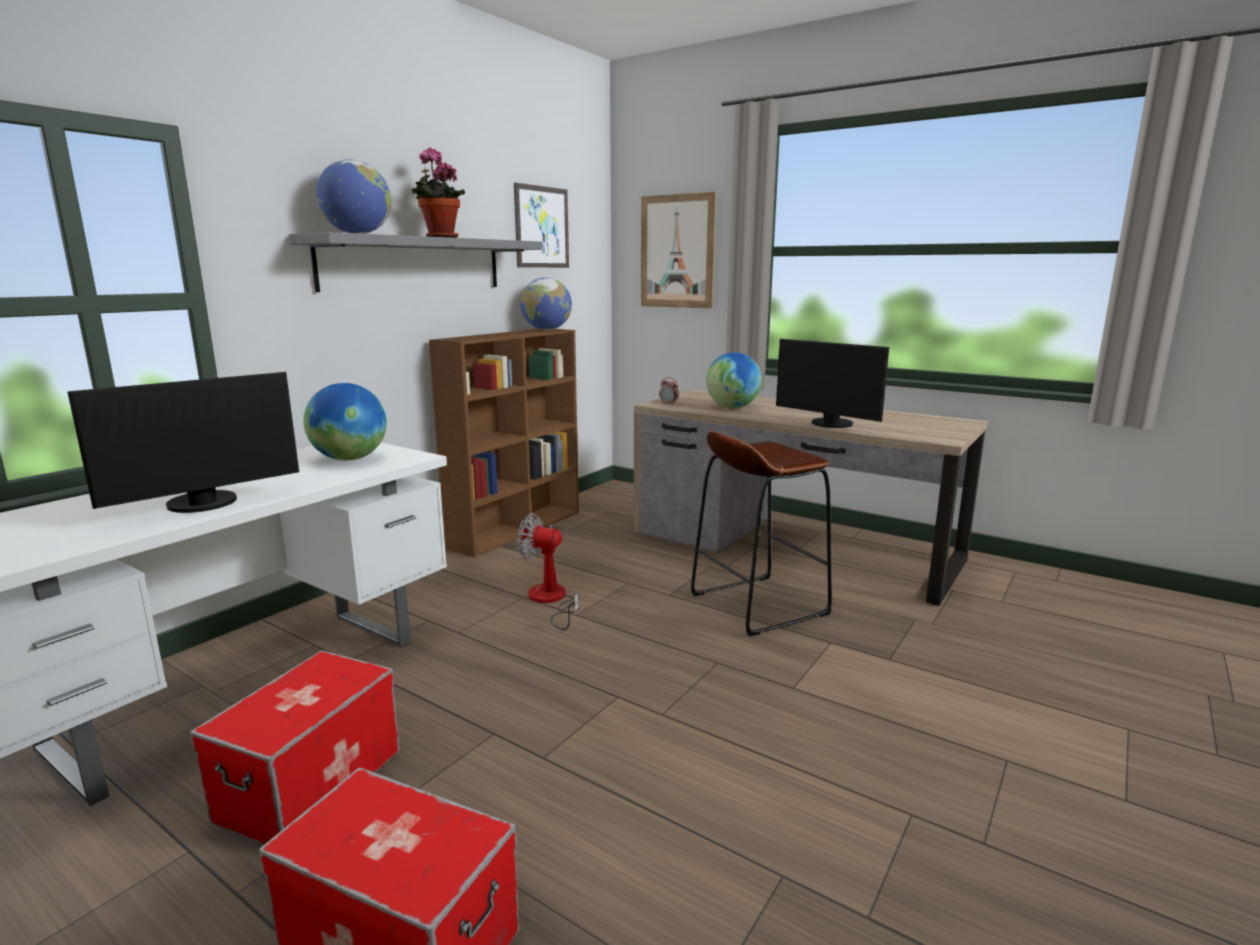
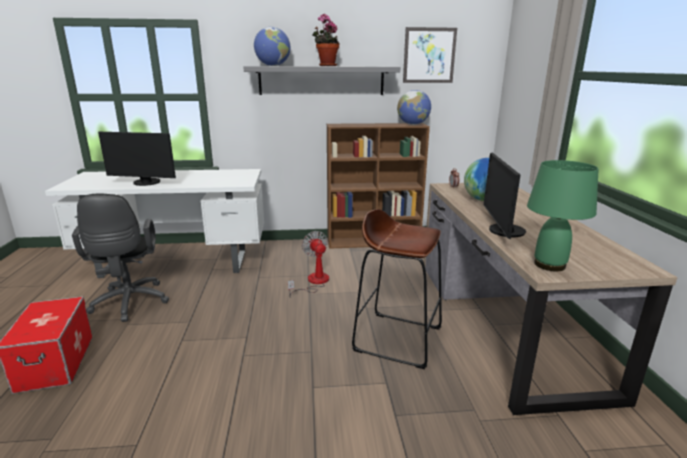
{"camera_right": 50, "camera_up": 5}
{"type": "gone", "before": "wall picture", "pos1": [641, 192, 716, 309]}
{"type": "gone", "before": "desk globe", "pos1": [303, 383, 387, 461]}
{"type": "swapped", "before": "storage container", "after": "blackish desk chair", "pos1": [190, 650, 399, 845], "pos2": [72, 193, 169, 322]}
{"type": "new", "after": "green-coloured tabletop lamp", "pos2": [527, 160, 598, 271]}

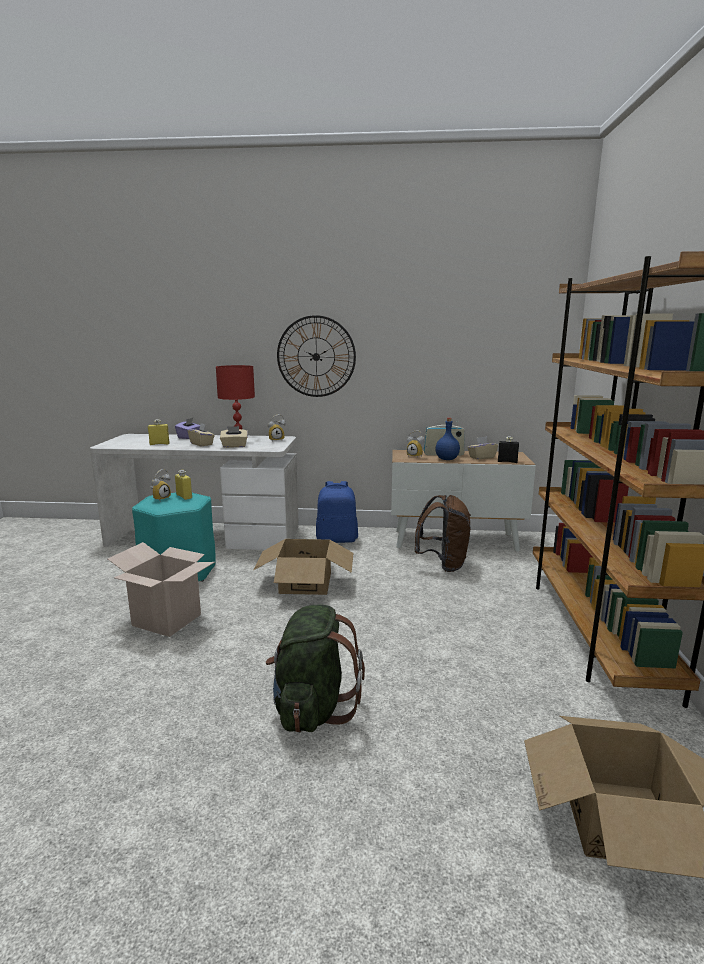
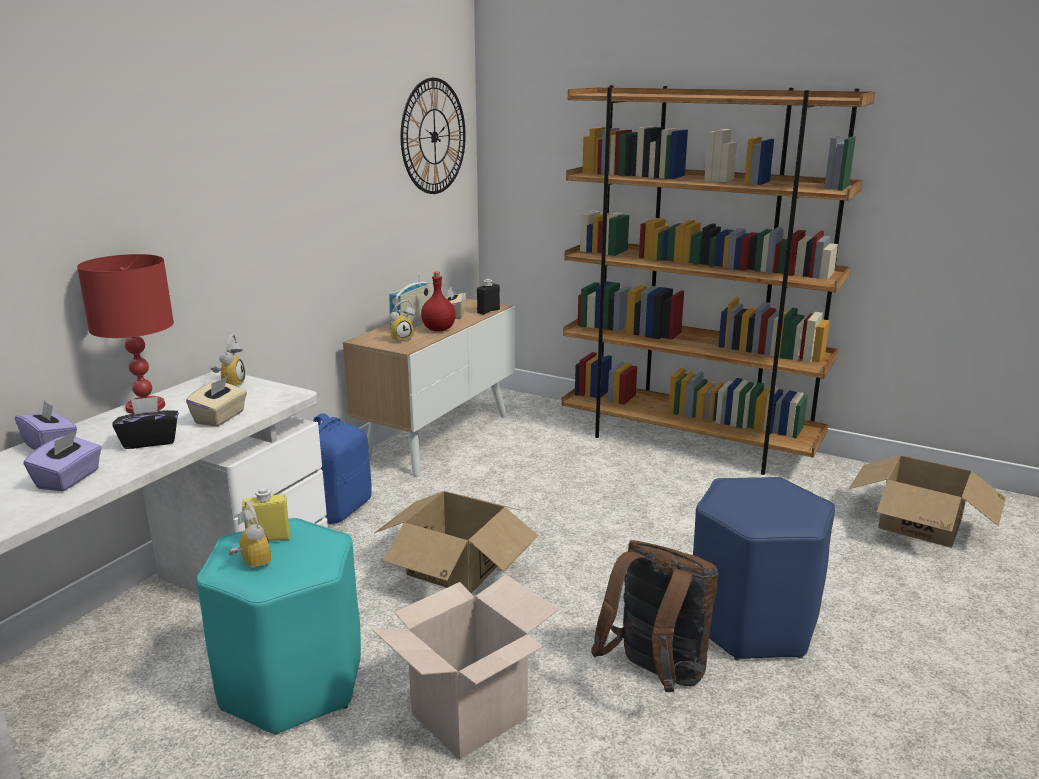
{"camera_right": -65, "camera_up": 5}
{"type": "shifted", "before": "hanging clock", "pos1": [277, 315, 356, 397], "pos2": [400, 78, 466, 194]}
{"type": "repainted", "before": "blue-coloured beverage bottle", "after": "red beverage bottle", "pos1": [435, 418, 460, 460], "pos2": [421, 271, 456, 331]}
{"type": "swapped", "before": "yellowish beverage bottle", "after": "purple-coloured box of tissues", "pos1": [148, 419, 170, 445], "pos2": [24, 431, 102, 492]}
{"type": "repainted", "before": "sand-coloured box of tissues", "after": "blackish box of tissues", "pos1": [188, 424, 215, 447], "pos2": [112, 397, 178, 449]}
{"type": "shifted", "before": "brownish knapsack", "pos1": [414, 495, 471, 572], "pos2": [591, 540, 719, 692]}
{"type": "swapped", "before": "green-coloured knapsack", "after": "blue-coloured stool", "pos1": [266, 604, 365, 733], "pos2": [693, 477, 835, 660]}

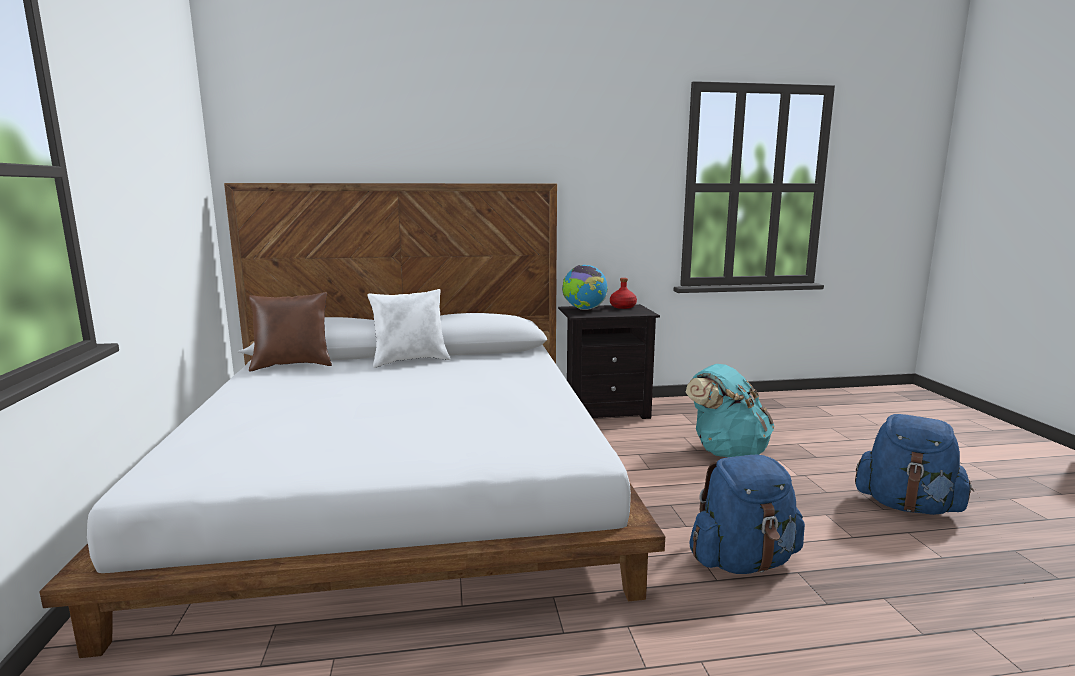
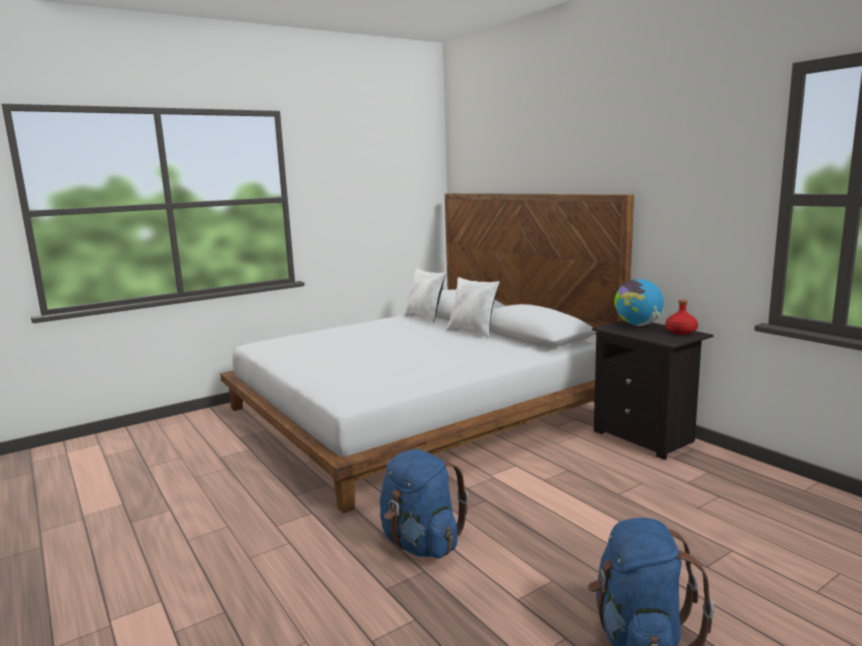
{"camera_right": 65, "camera_up": 0}
{"type": "repainted", "before": "brownish throw pillow", "after": "whitish throw pillow", "pos1": [249, 292, 332, 371], "pos2": [404, 268, 446, 323]}
{"type": "gone", "before": "turquoise-coloured knapsack", "pos1": [686, 364, 774, 457]}

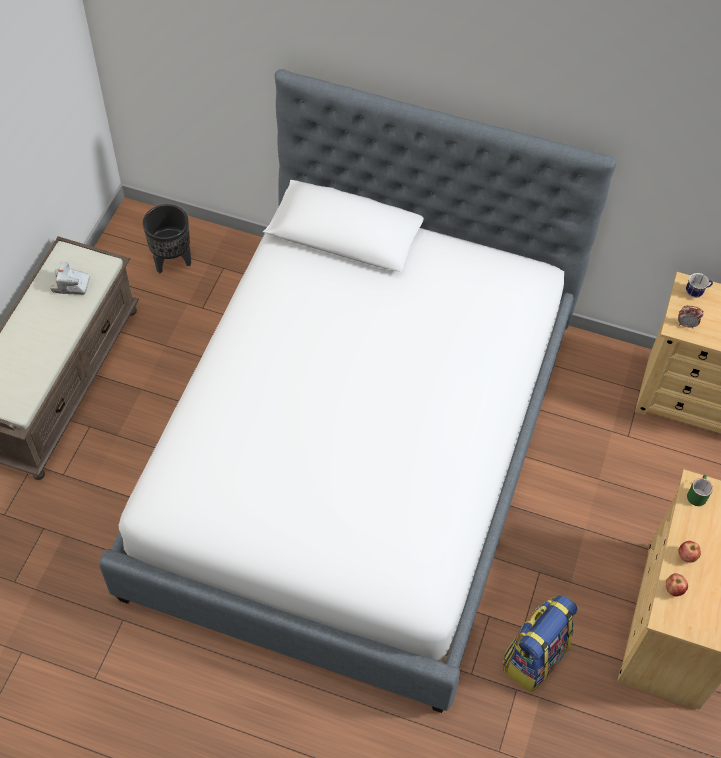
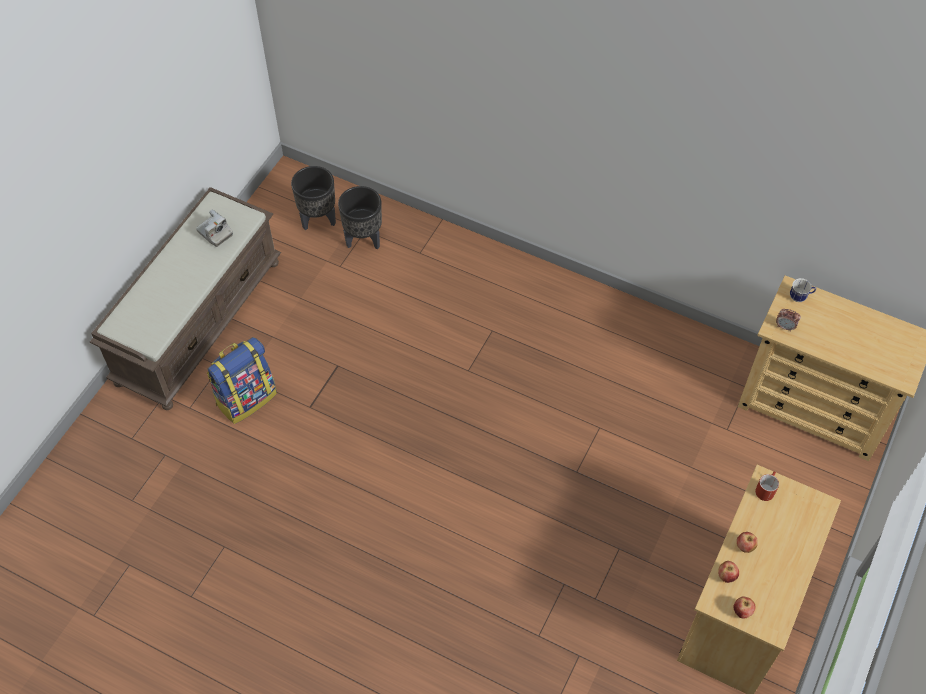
{"camera_right": 10, "camera_up": 0}
{"type": "gone", "before": "sleeping bed", "pos1": [99, 69, 616, 713]}
{"type": "rotated", "before": "photo camera", "pos1": [50, 262, 90, 295], "pos2": [196, 209, 233, 247], "turn": -150}
{"type": "repainted", "before": "green-coloured coffee mug", "after": "red coffee mug", "pos1": [687, 475, 713, 506], "pos2": [755, 471, 779, 501]}
{"type": "shifted", "before": "knapsack", "pos1": [503, 596, 577, 692], "pos2": [207, 337, 277, 424]}
{"type": "new", "after": "blackish flower pot", "pos2": [338, 186, 382, 249]}
{"type": "new", "after": "apple", "pos2": [733, 597, 756, 618]}

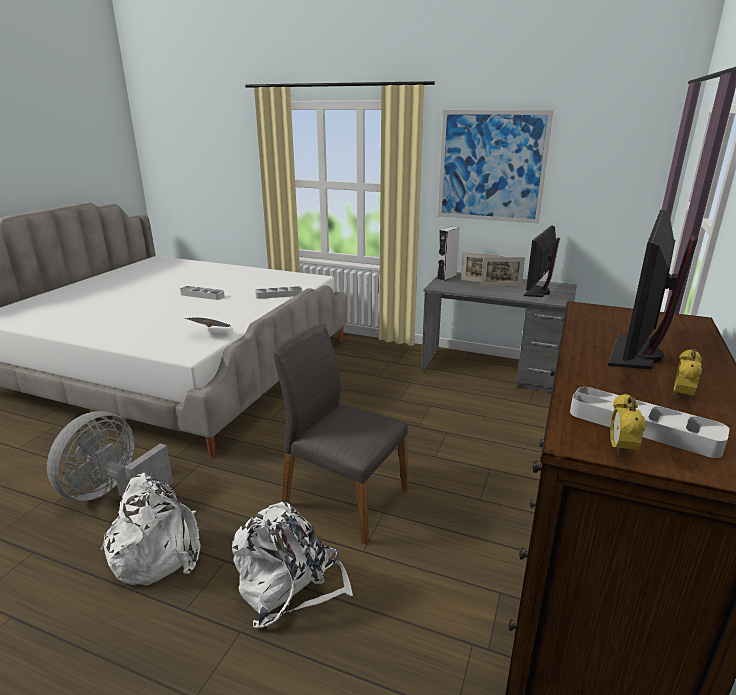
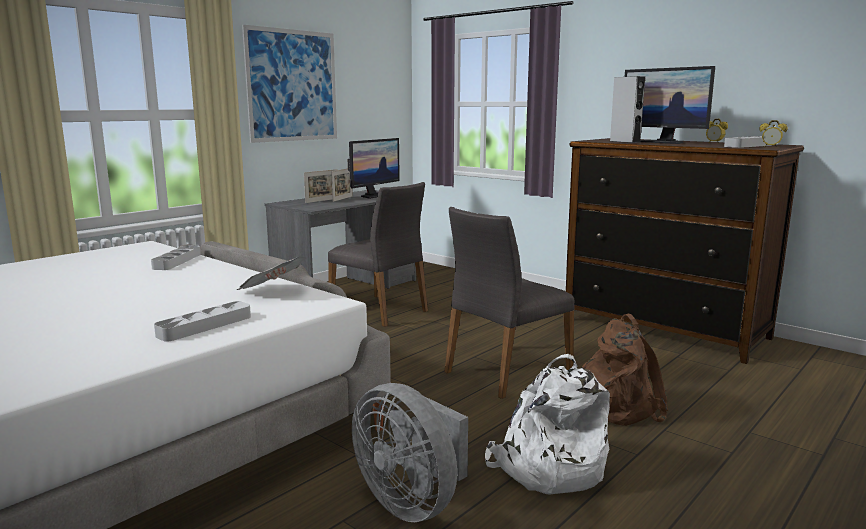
{"camera_right": -70, "camera_up": -10}
{"type": "rotated", "before": "monitor", "pos1": [524, 225, 560, 297], "pos2": [348, 138, 400, 199], "turn": -105}
{"type": "shifted", "before": "grey speaker", "pos1": [437, 226, 460, 281], "pos2": [610, 76, 645, 143]}
{"type": "shifted", "before": "grey carrying tray", "pos1": [180, 286, 225, 300], "pos2": [154, 301, 251, 341]}
{"type": "repainted", "before": "whitish knapsack", "after": "brownish knapsack", "pos1": [232, 502, 353, 628], "pos2": [581, 314, 668, 426]}
{"type": "new", "after": "grey chair", "pos2": [328, 182, 428, 327]}

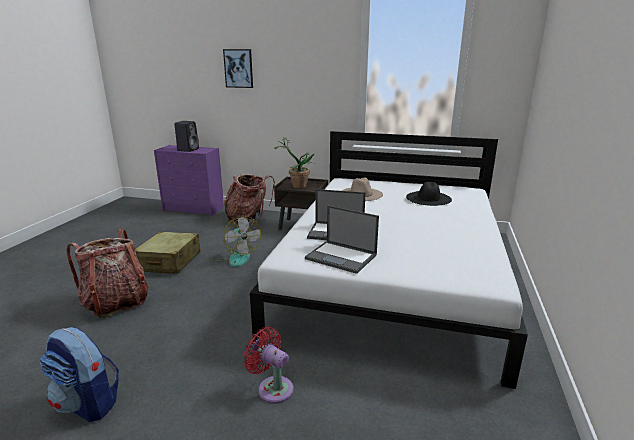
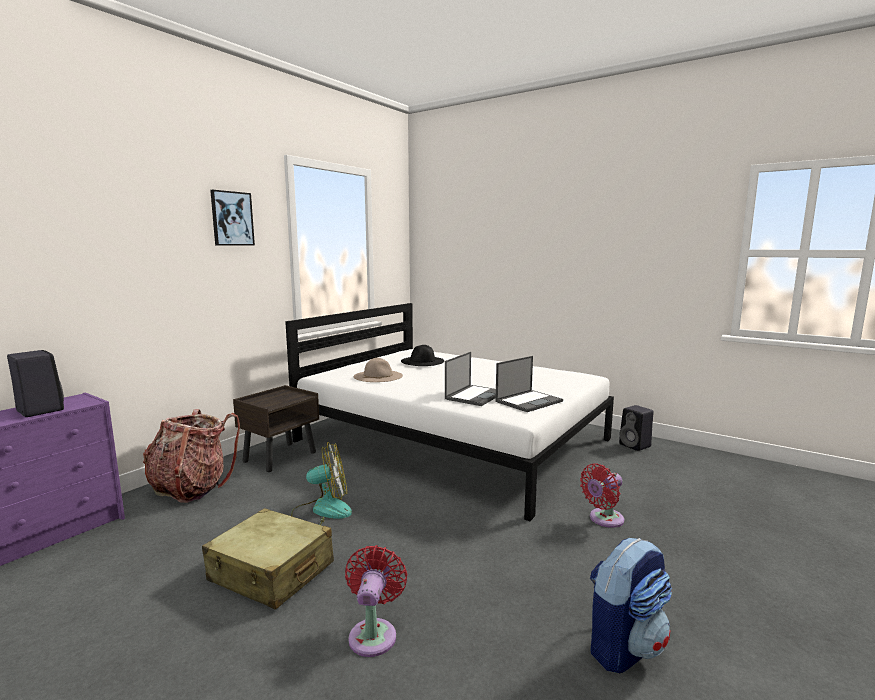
{"camera_right": -70, "camera_up": -10}
{"type": "shifted", "before": "wall picture", "pos1": [223, 49, 253, 88], "pos2": [210, 190, 255, 246]}
{"type": "gone", "before": "potted plant", "pos1": [274, 137, 315, 188]}
{"type": "swapped", "before": "knapsack", "after": "red electric fan", "pos1": [66, 228, 149, 318], "pos2": [345, 545, 407, 657]}
{"type": "new", "after": "blackish speaker", "pos2": [619, 405, 654, 451]}

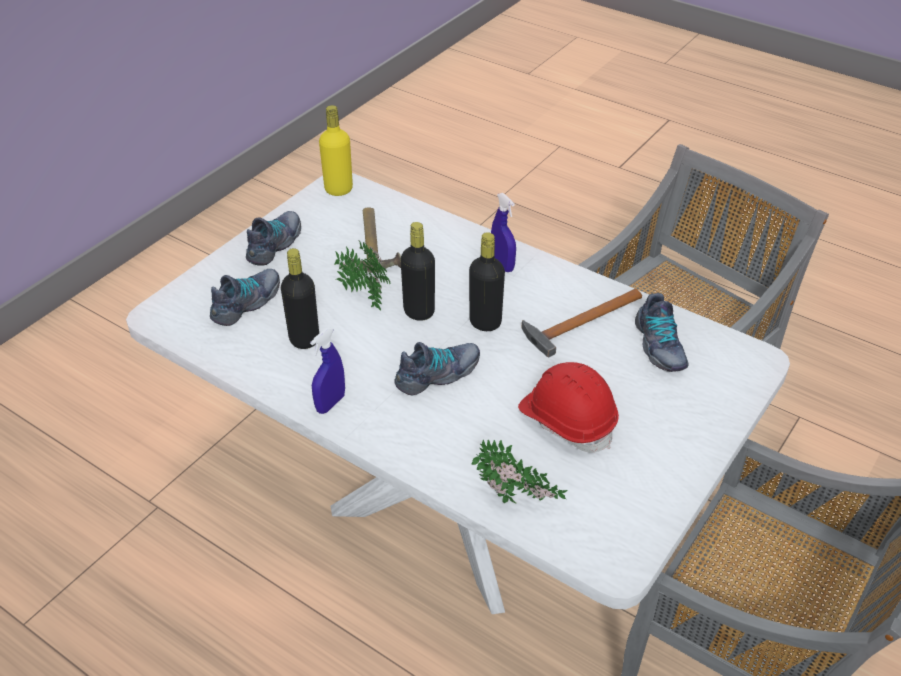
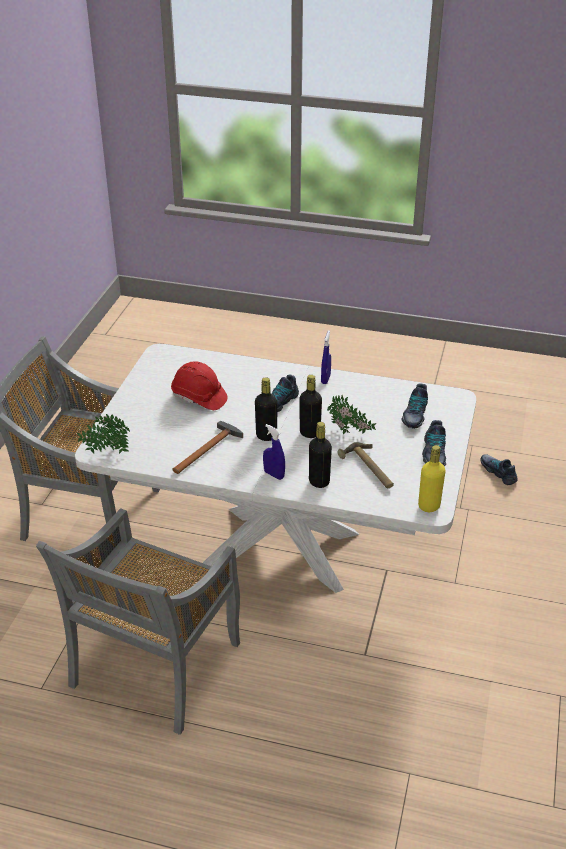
{"camera_right": 160, "camera_up": -5}
{"type": "shifted", "before": "blackish beverage bottle", "pos1": [281, 248, 319, 349], "pos2": [309, 422, 332, 488]}
{"type": "shifted", "before": "item of footwear", "pos1": [635, 293, 688, 372], "pos2": [480, 454, 517, 485]}
{"type": "shifted", "before": "potted plant", "pos1": [472, 439, 567, 503], "pos2": [77, 414, 130, 454]}

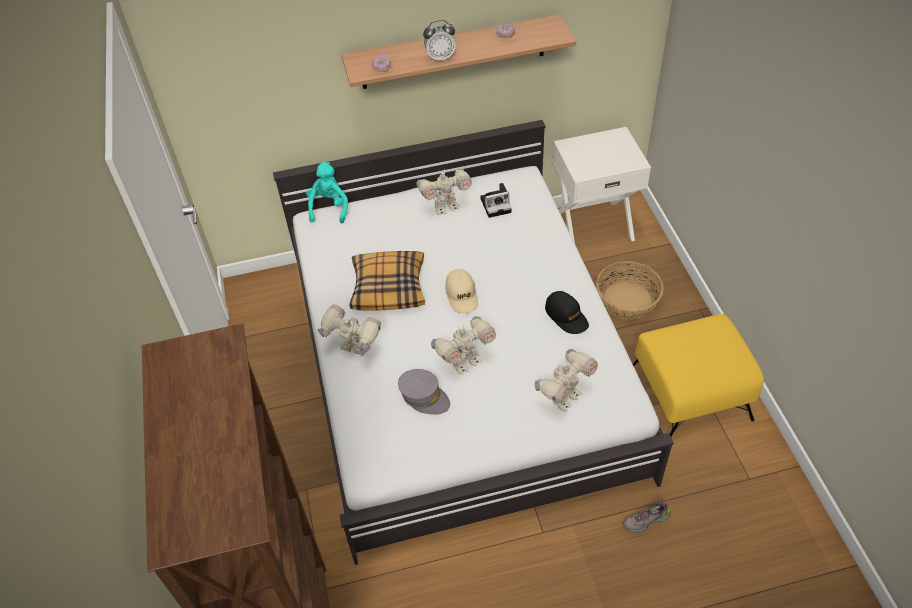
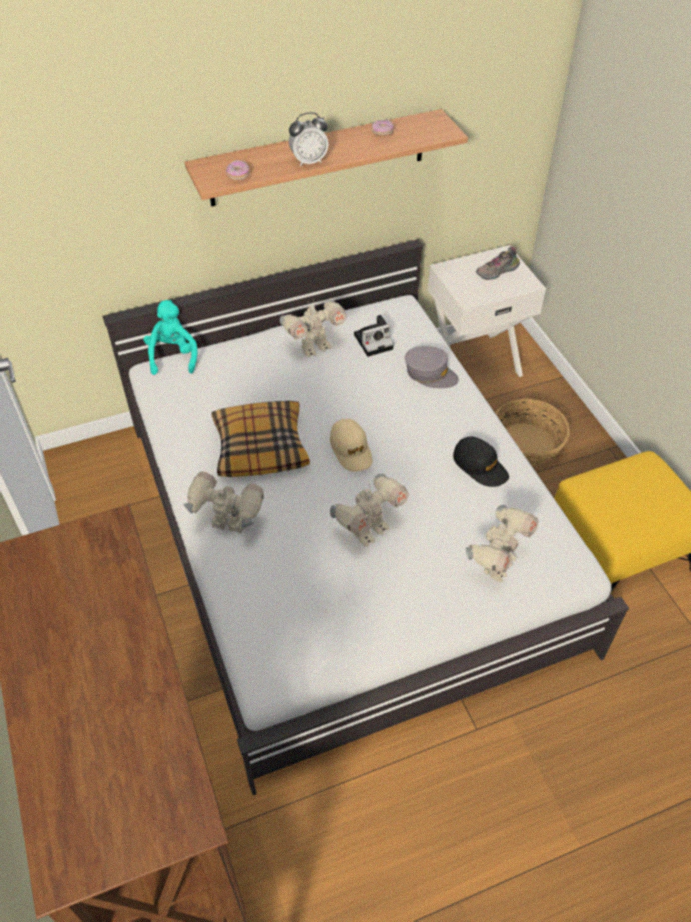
{"camera_right": -10, "camera_up": 0}
{"type": "shifted", "before": "grey peaked cap", "pos1": [398, 369, 450, 415], "pos2": [405, 346, 459, 388]}
{"type": "shifted", "before": "item of footwear", "pos1": [623, 500, 671, 533], "pos2": [476, 247, 520, 280]}

